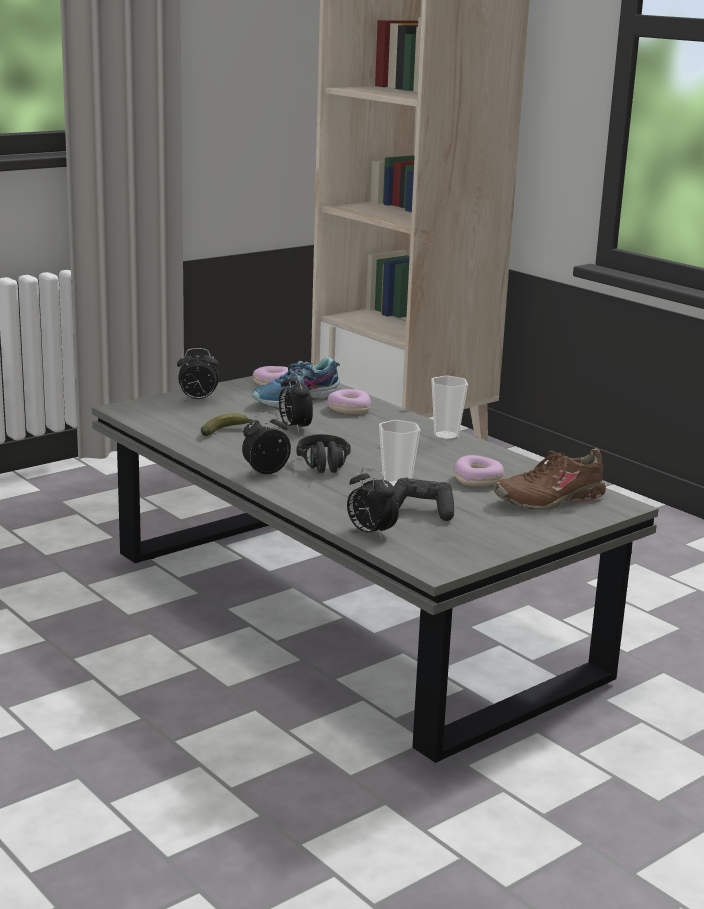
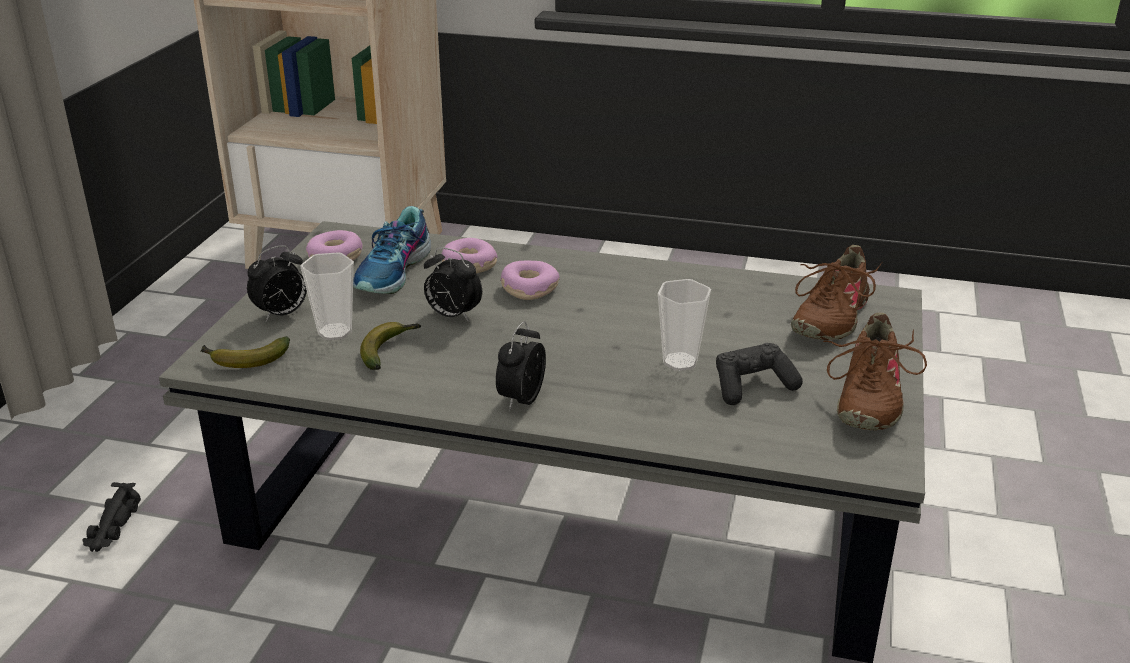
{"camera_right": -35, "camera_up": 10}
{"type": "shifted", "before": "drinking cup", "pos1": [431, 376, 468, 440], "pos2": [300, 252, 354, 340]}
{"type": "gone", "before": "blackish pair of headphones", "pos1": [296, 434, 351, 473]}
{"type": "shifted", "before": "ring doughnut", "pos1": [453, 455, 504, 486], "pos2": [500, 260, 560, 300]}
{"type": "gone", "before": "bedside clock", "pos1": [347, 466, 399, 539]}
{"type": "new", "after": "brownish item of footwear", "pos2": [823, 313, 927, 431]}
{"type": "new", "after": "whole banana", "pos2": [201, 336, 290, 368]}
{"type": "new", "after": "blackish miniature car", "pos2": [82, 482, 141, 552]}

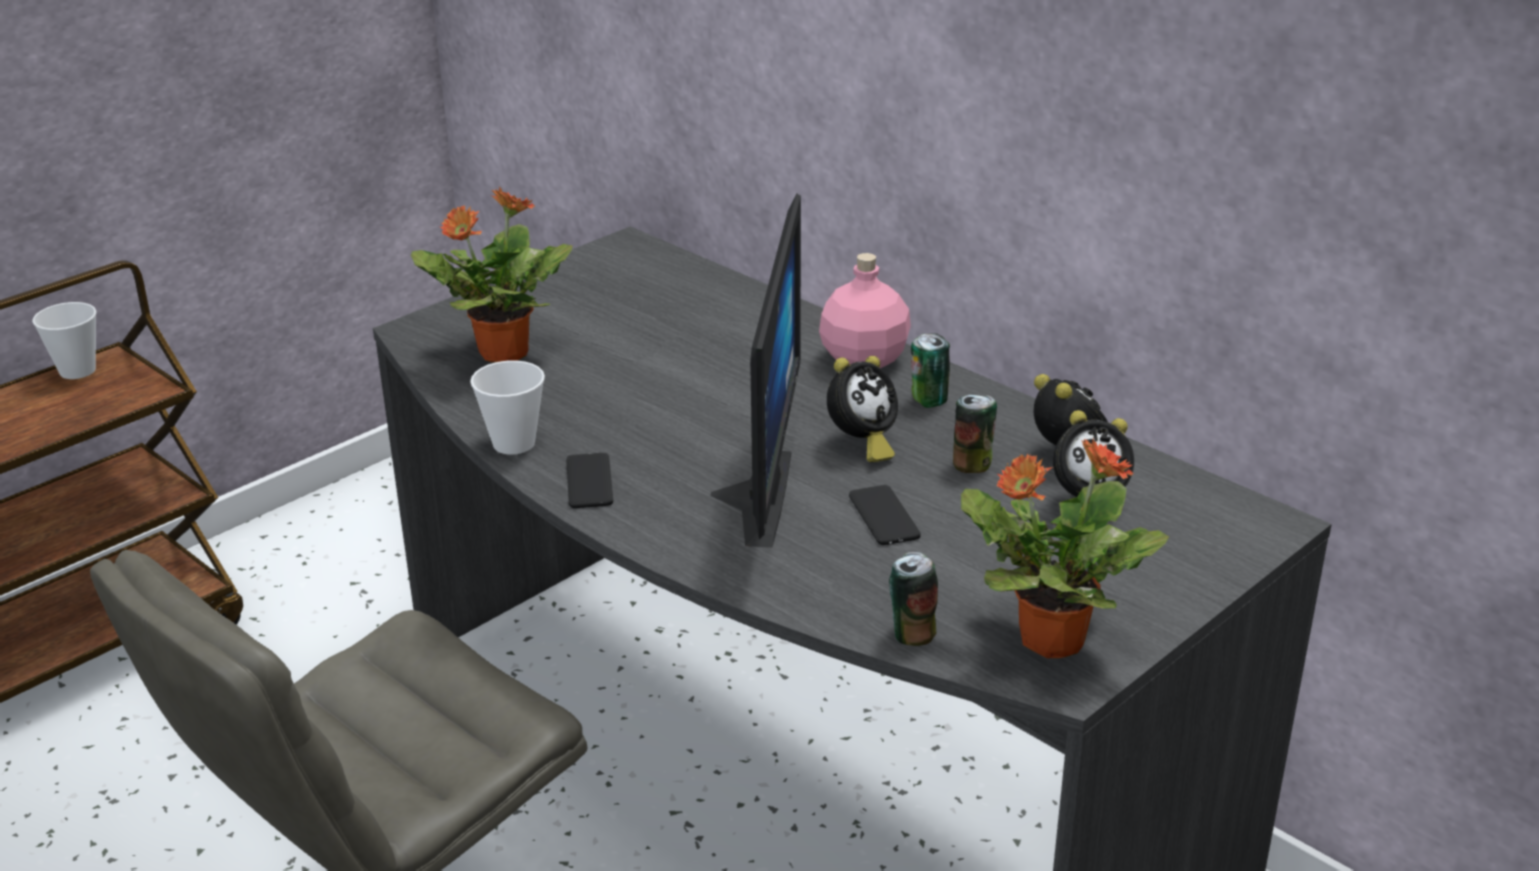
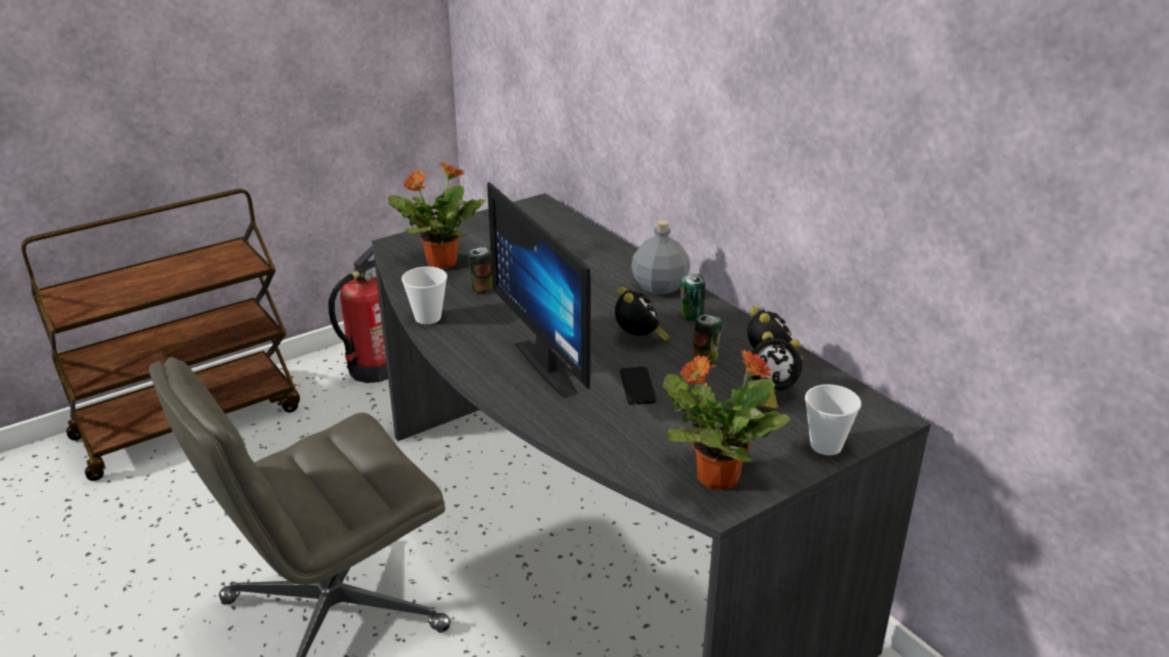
{"camera_right": 10, "camera_up": 0}
{"type": "rotated", "before": "monitor", "pos1": [710, 193, 801, 548], "pos2": [487, 182, 591, 399], "turn": 135}
{"type": "repainted", "before": "pink-coloured beverage bottle", "after": "grey beverage bottle", "pos1": [819, 253, 911, 368], "pos2": [631, 220, 690, 295]}
{"type": "shifted", "before": "drinking cup", "pos1": [32, 302, 96, 379], "pos2": [805, 384, 861, 455]}
{"type": "rotated", "before": "bedside clock", "pos1": [827, 356, 898, 462], "pos2": [615, 287, 670, 341], "turn": -75}
{"type": "gone", "before": "phone", "pos1": [566, 453, 613, 508]}
{"type": "shifted", "before": "metal can", "pos1": [889, 552, 938, 646], "pos2": [468, 247, 493, 293]}
{"type": "new", "after": "fire-fighting cylinder", "pos2": [328, 246, 388, 383]}

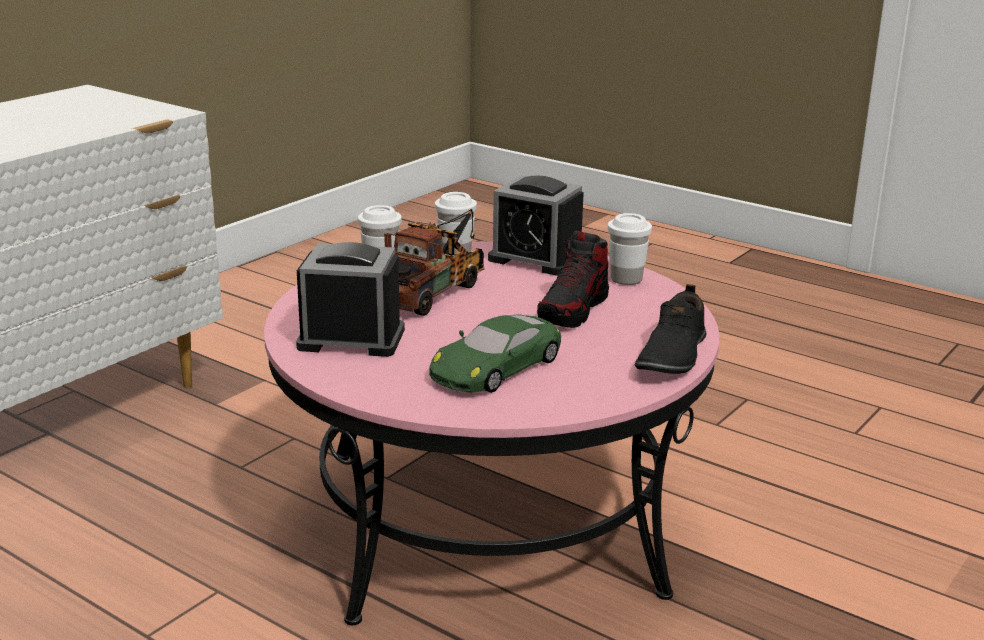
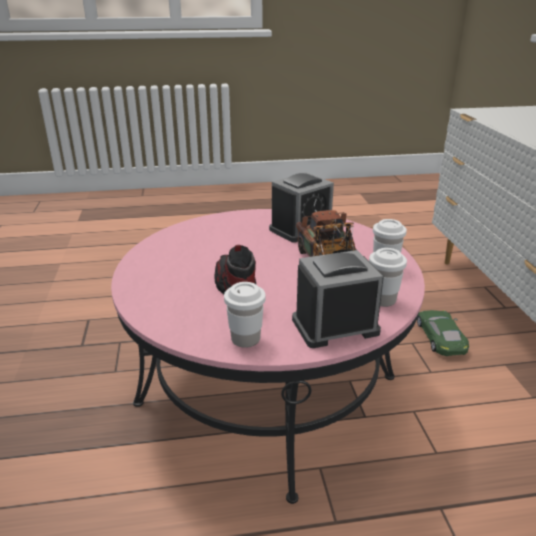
{"camera_right": 135, "camera_up": 5}
{"type": "gone", "before": "blackish item of footwear", "pos1": [635, 284, 707, 374]}
{"type": "shifted", "before": "green-coloured miniature car", "pos1": [429, 315, 561, 393], "pos2": [417, 310, 469, 356]}

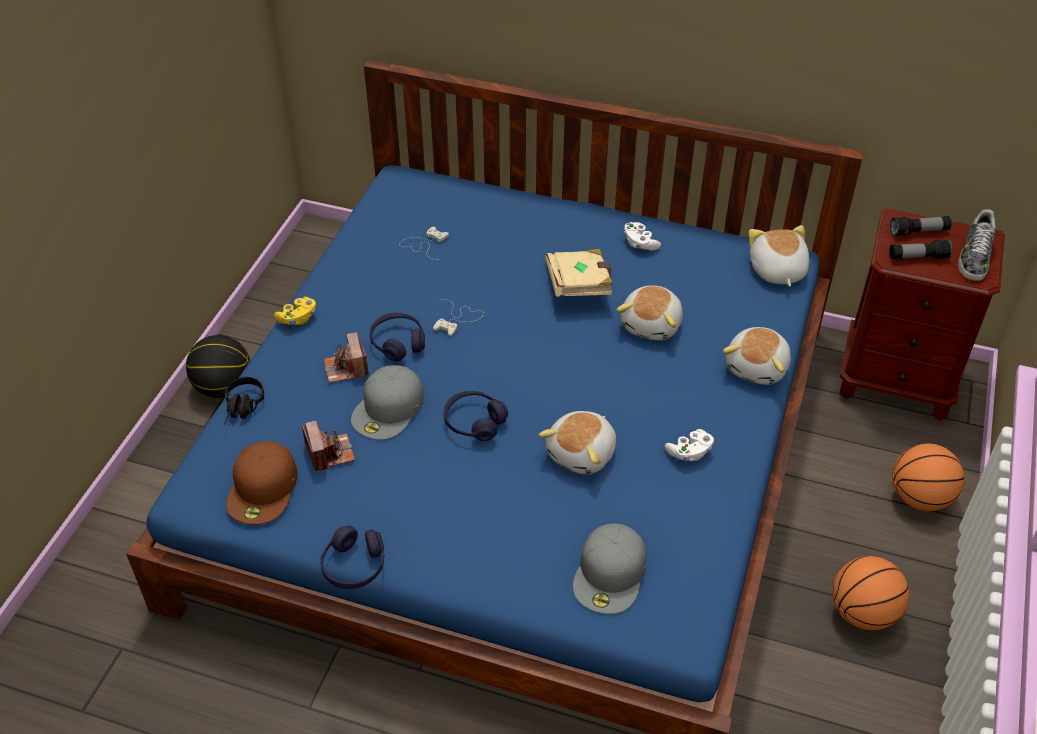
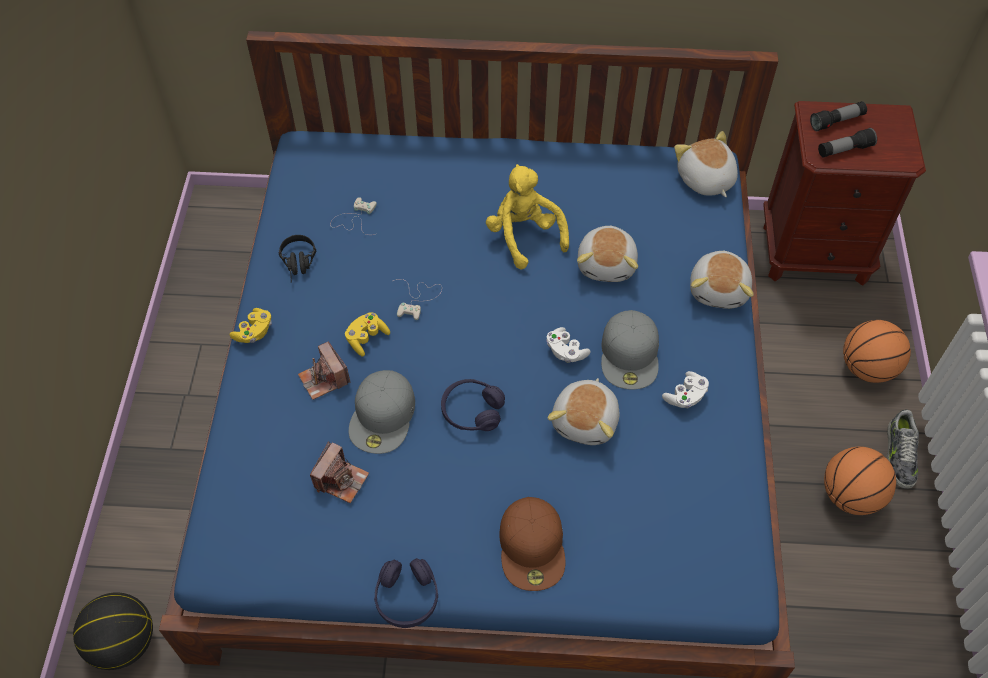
{"camera_right": -15, "camera_up": 10}
{"type": "shifted", "before": "item of footwear", "pos1": [958, 209, 997, 281], "pos2": [887, 410, 919, 489]}
{"type": "shifted", "before": "whitish joypad", "pos1": [624, 222, 661, 251], "pos2": [546, 327, 591, 363]}
{"type": "swapped", "before": "sand-coloured bound book", "after": "yellowish plush toy", "pos1": [545, 249, 613, 297], "pos2": [486, 164, 569, 269]}
{"type": "swapped", "before": "purple-coloured pair of headphones", "after": "yellowish joypad", "pos1": [370, 313, 425, 361], "pos2": [345, 312, 390, 357]}
{"type": "shifted", "before": "basketball ball", "pos1": [186, 335, 250, 398], "pos2": [73, 592, 153, 670]}
{"type": "shifted", "before": "blackish pair of headphones", "pos1": [224, 377, 264, 424], "pos2": [279, 235, 316, 283]}
{"type": "rotated", "before": "photo camera", "pos1": [302, 421, 355, 472], "pos2": [310, 442, 369, 503], "turn": 60}
{"type": "shifted", "before": "brownish peaked cap", "pos1": [226, 441, 298, 525], "pos2": [500, 497, 566, 591]}
{"type": "shifted", "before": "grey peaked cap", "pos1": [573, 523, 646, 614], "pos2": [601, 310, 659, 390]}

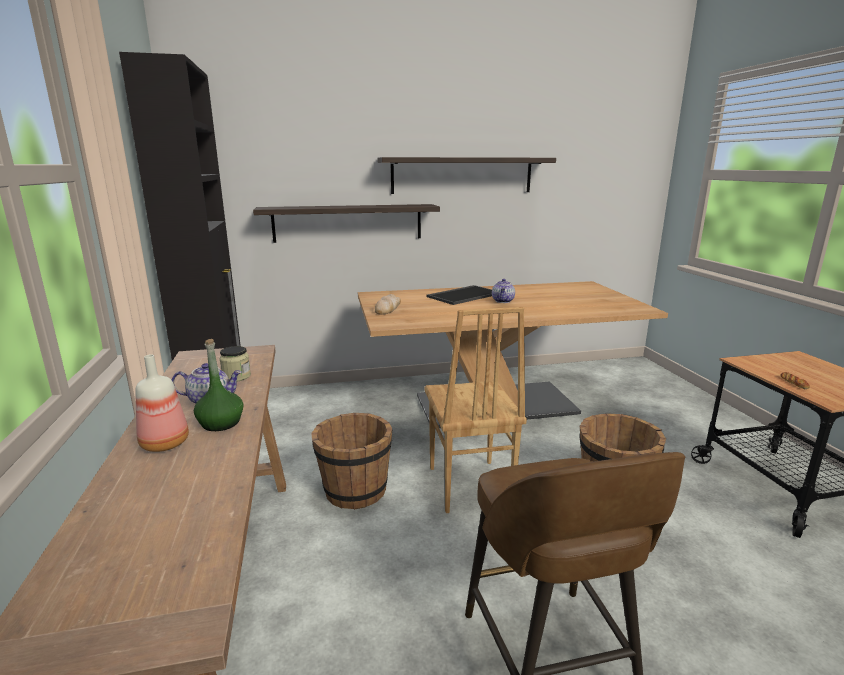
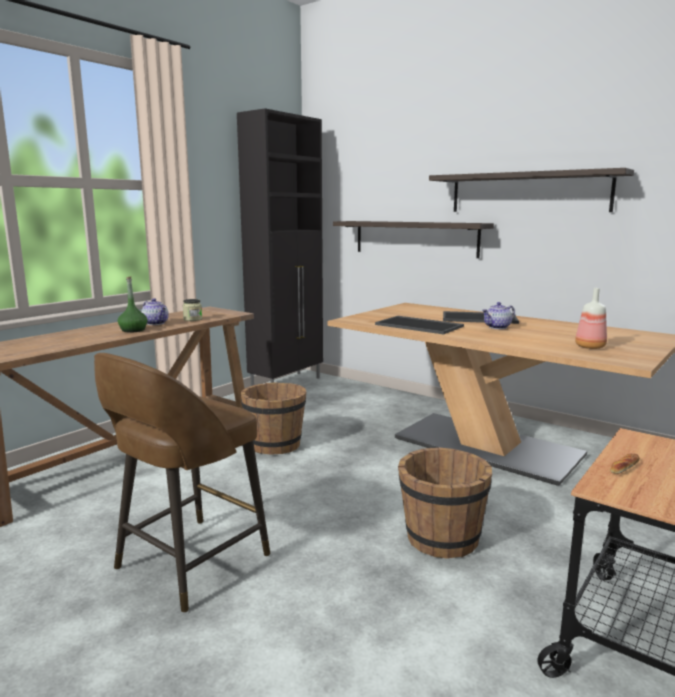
{"camera_right": 50, "camera_up": -5}
{"type": "gone", "before": "bakery bread", "pos1": [375, 294, 401, 315]}
{"type": "gone", "before": "brownish chair", "pos1": [424, 307, 527, 513]}
{"type": "shifted", "before": "beverage bottle", "pos1": [135, 354, 189, 452], "pos2": [575, 288, 607, 349]}
{"type": "new", "after": "carrying tray", "pos2": [375, 316, 464, 335]}

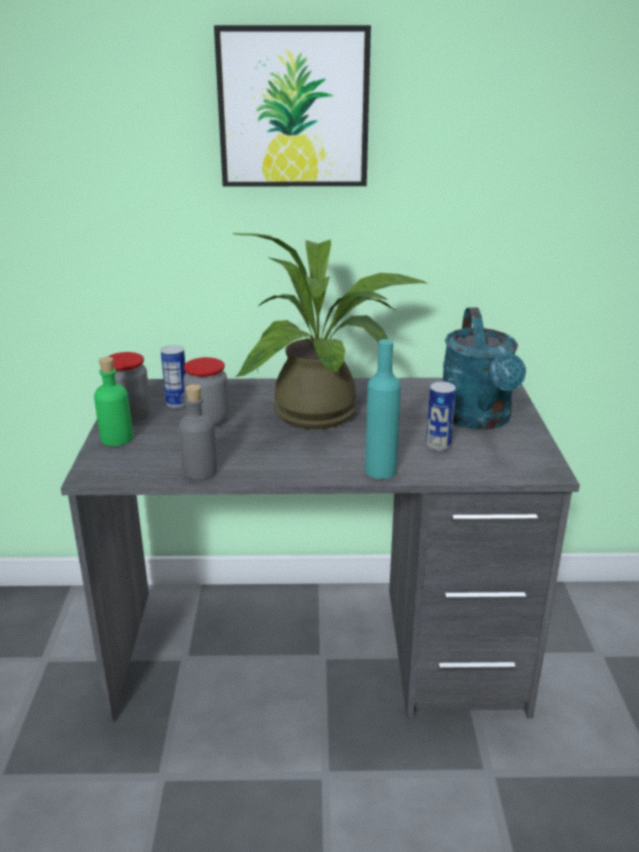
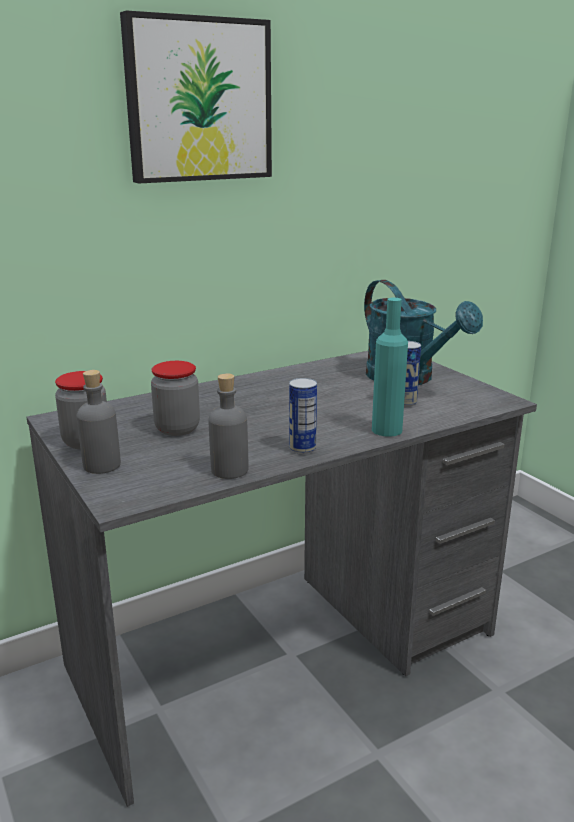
{"camera_right": -30, "camera_up": -5}
{"type": "gone", "before": "potted plant", "pos1": [233, 233, 429, 429]}
{"type": "shifted", "before": "metal can", "pos1": [161, 345, 186, 408], "pos2": [289, 378, 317, 454]}
{"type": "repainted", "before": "green-coloured beverage bottle", "after": "grey beverage bottle", "pos1": [94, 357, 133, 446], "pos2": [77, 370, 121, 474]}

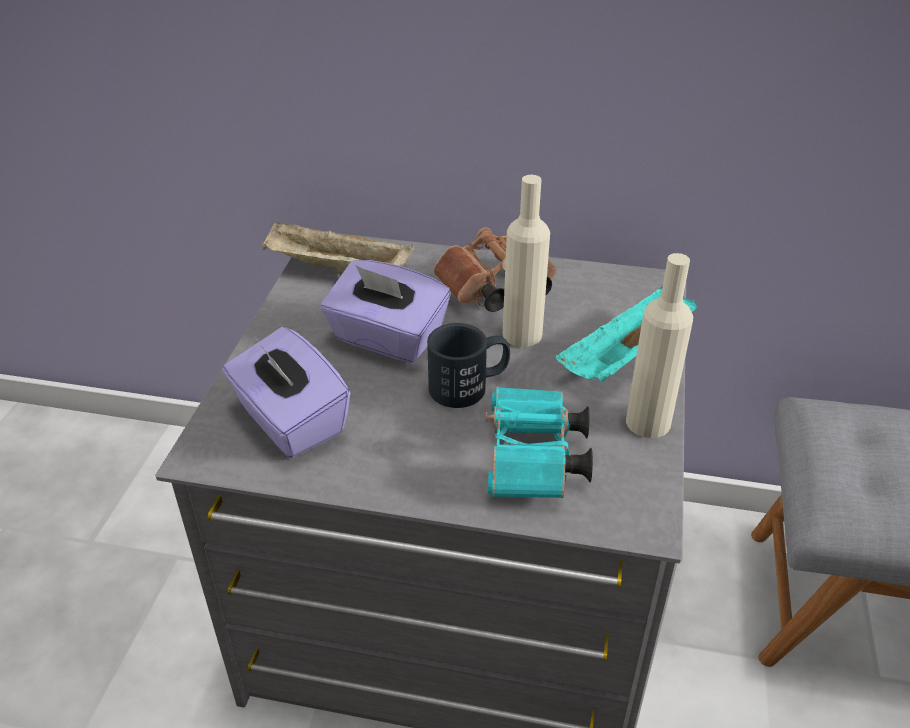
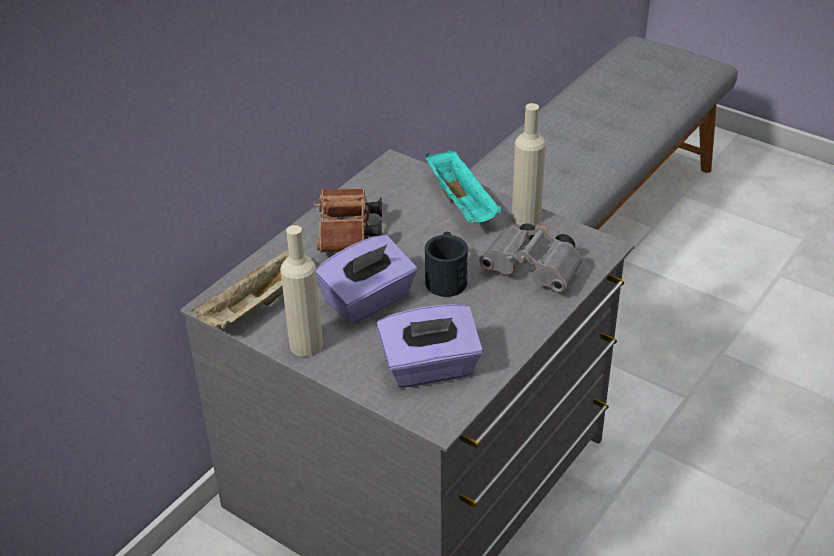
{"camera_right": -65, "camera_up": 0}
{"type": "shifted", "before": "sand-coloured beverage bottle", "pos1": [503, 175, 550, 347], "pos2": [280, 225, 323, 357]}
{"type": "repainted", "before": "turquoise-coloured binoculars", "after": "grey binoculars", "pos1": [486, 387, 593, 498], "pos2": [479, 223, 582, 292]}

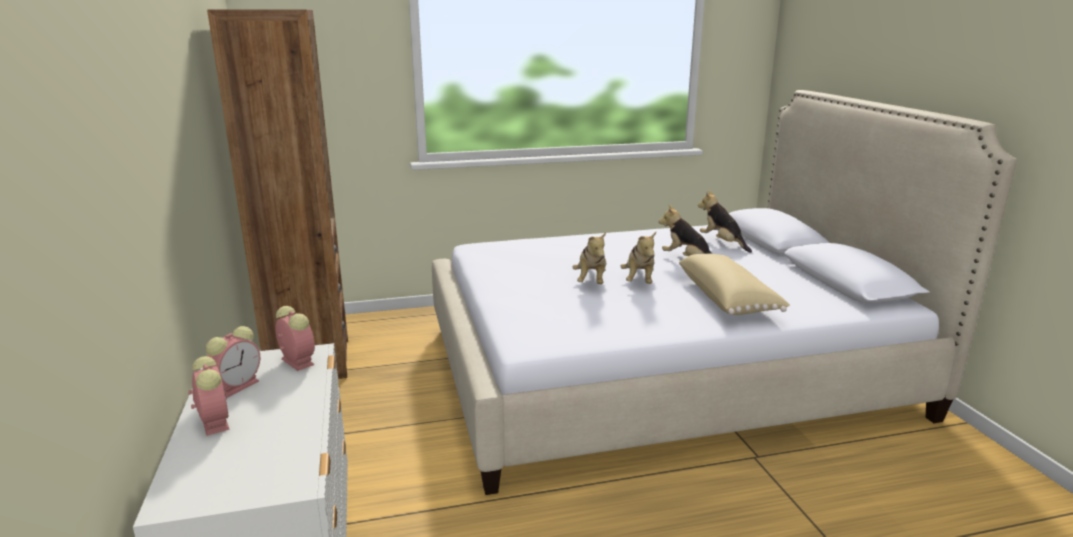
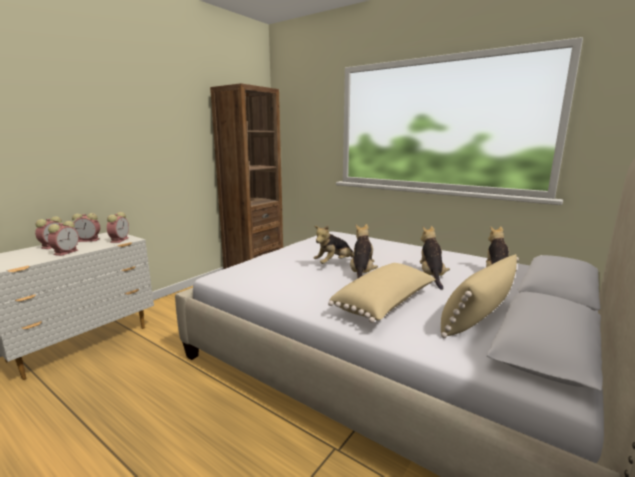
{"camera_right": 50, "camera_up": -5}
{"type": "rotated", "before": "plush toy", "pos1": [621, 232, 656, 284], "pos2": [350, 224, 378, 278], "turn": 135}
{"type": "new", "after": "bedside clock", "pos2": [48, 221, 79, 256]}
{"type": "new", "after": "sand-coloured throw pillow", "pos2": [441, 254, 519, 338]}

